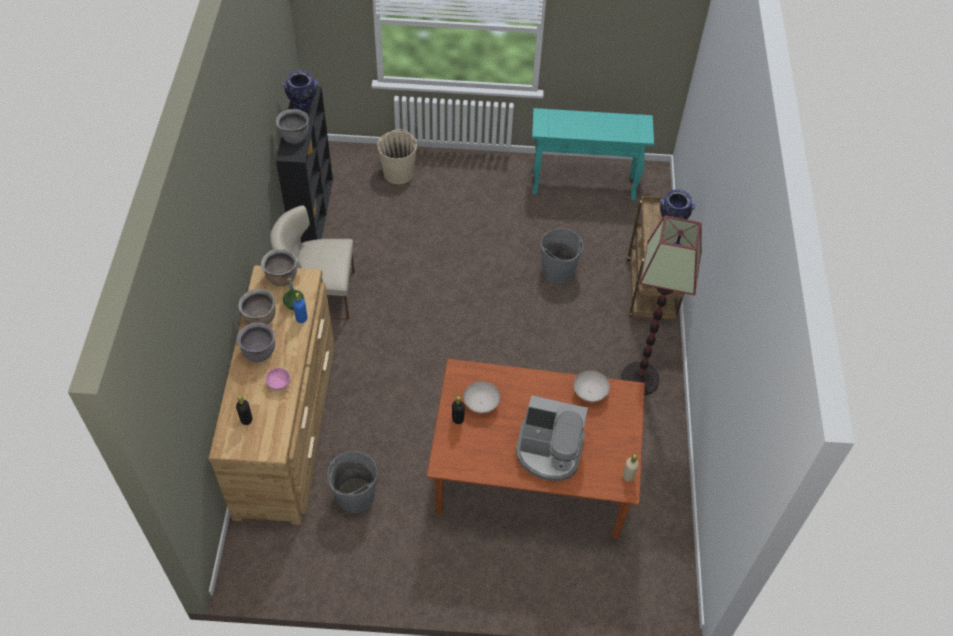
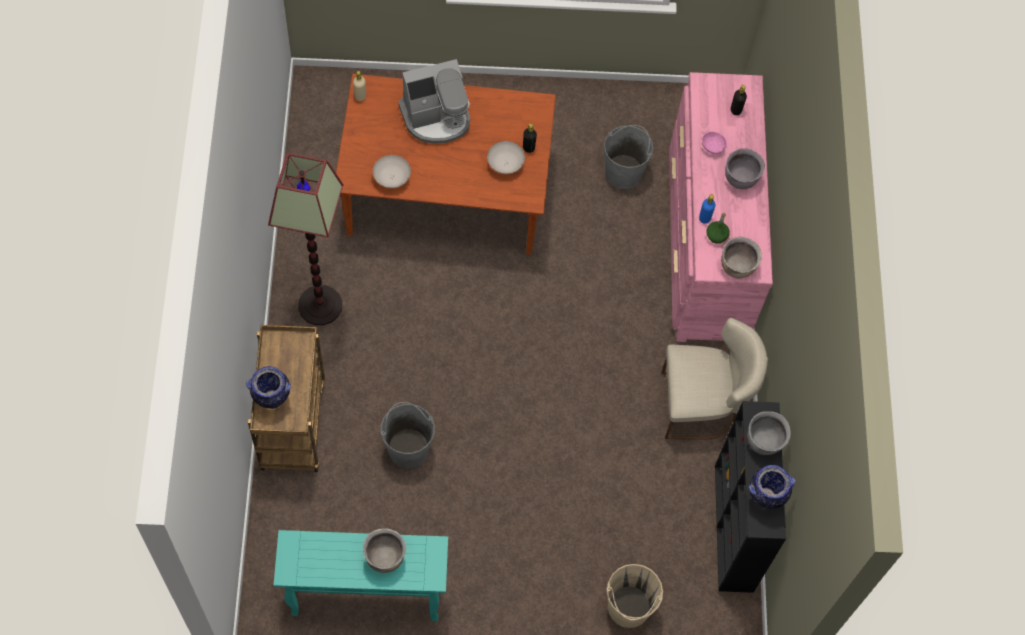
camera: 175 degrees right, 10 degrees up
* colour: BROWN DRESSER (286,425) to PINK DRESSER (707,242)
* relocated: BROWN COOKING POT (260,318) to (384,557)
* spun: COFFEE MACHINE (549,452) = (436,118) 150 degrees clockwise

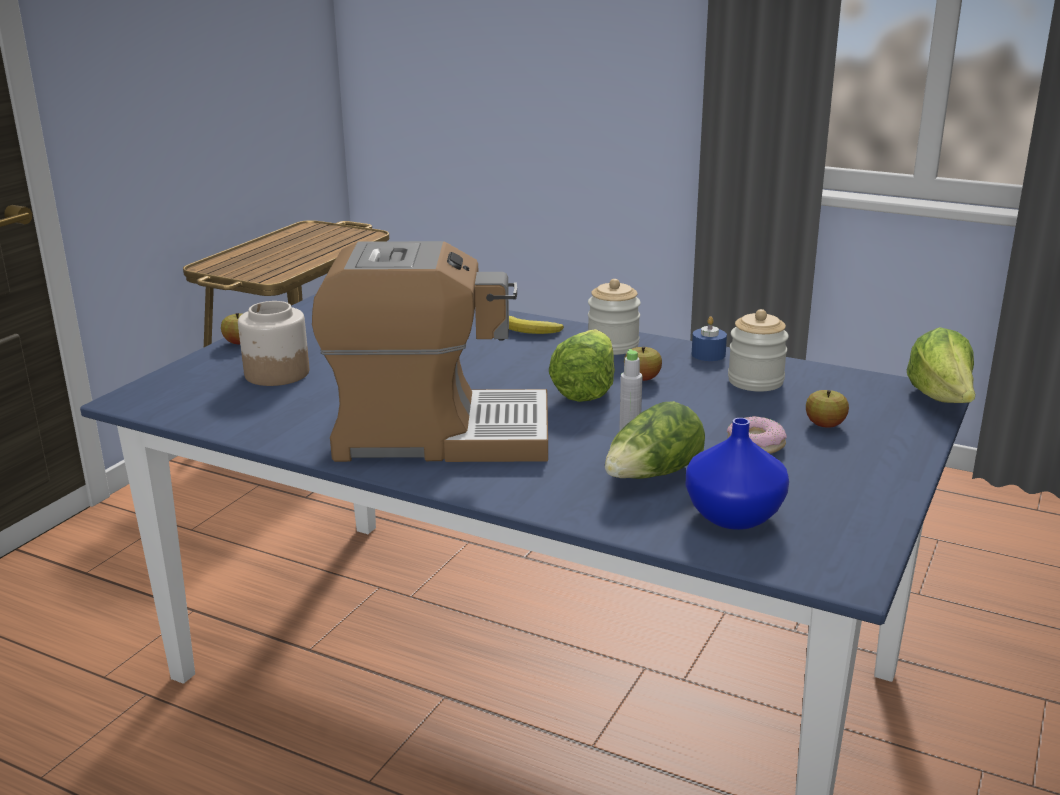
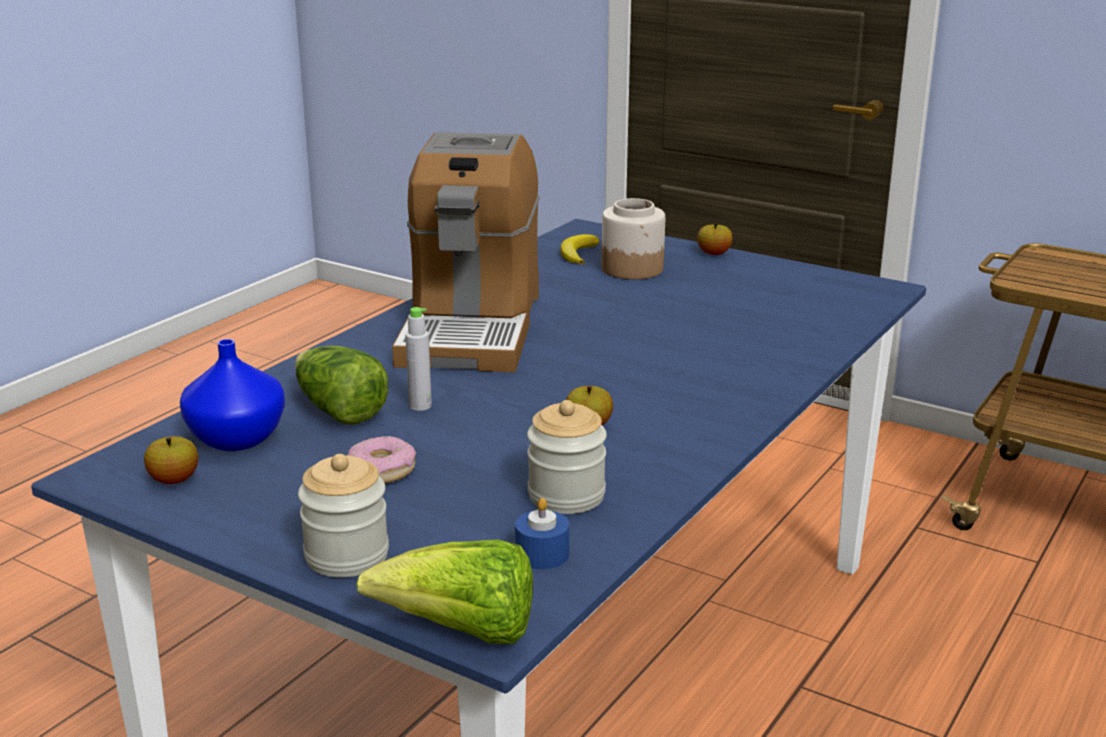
camera: 95 degrees right, 0 degrees up
* relocated: JAR (613,346) to (347,556)
* relocated: BANANA (532,330) to (578,254)
* relocated: BLUE CANDLE (708,354) to (542,554)
* missing: LETTUCE (585,389)
* relocated: APPLE (825,425) to (174,480)

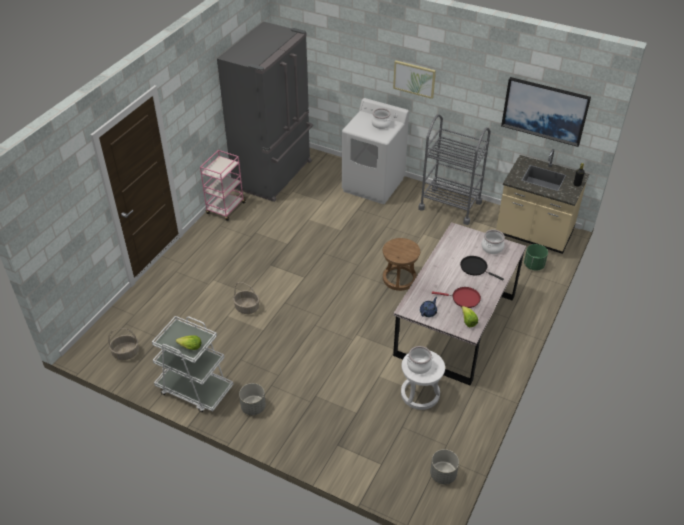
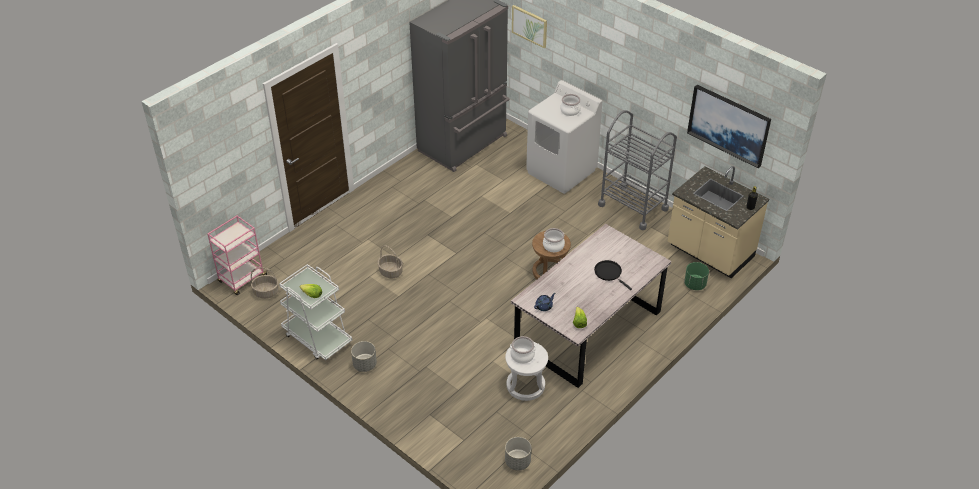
camera: 15 degrees right, 0 degrees up
* relocated: PICTURE (414,79) to (529,26)
* relocated: PINK CART (225,208) to (242,279)
* relocated: COOKING POT (492,248) to (553,246)
* missing: RED FRYING PAN (463,299)

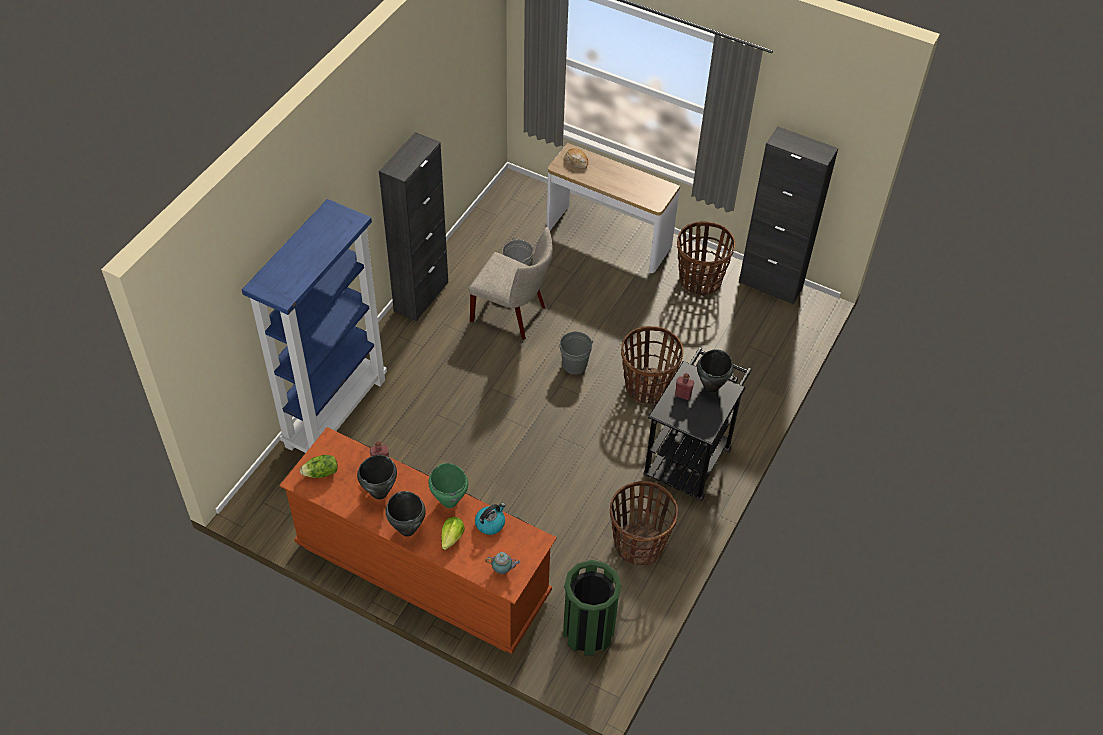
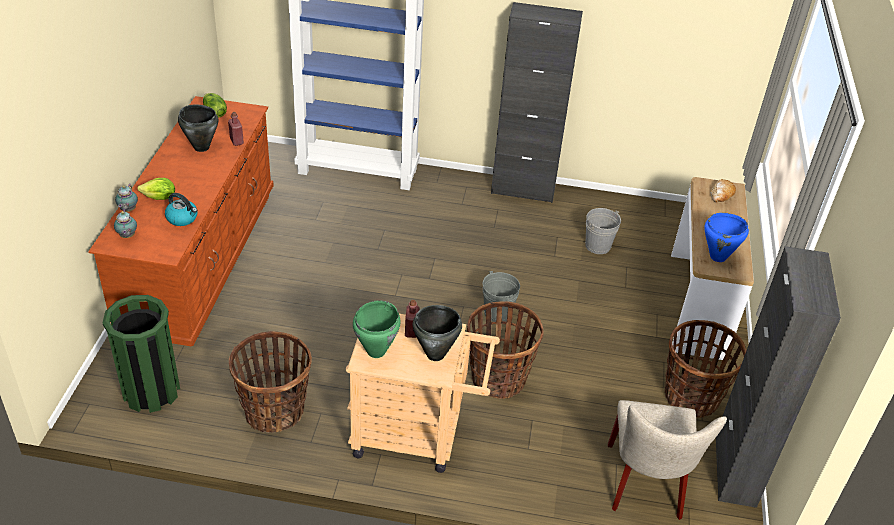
camera: 70 degrees right, 10 degrees down
* relocated: BEIGE CHAIR (513,314) to (646,486)
* colour: BLACK CART (690,455) to BEIGE CART (416,435)
* relocated: GREEN COOKING POT (449,501) to (376,351)
* missing: BLACK COOKING POT (407,530)
* appeared: TEAPOT (128,210)
* appeared: BLUE COOKING POT (718,257)

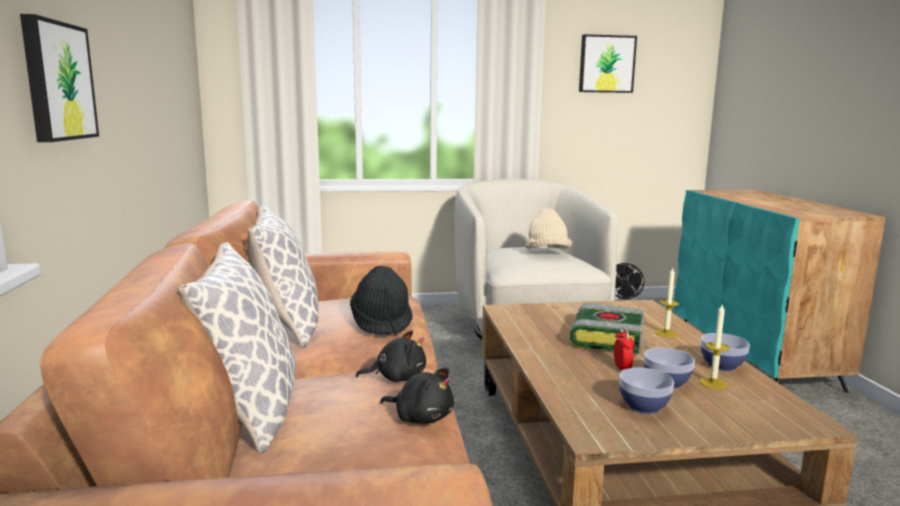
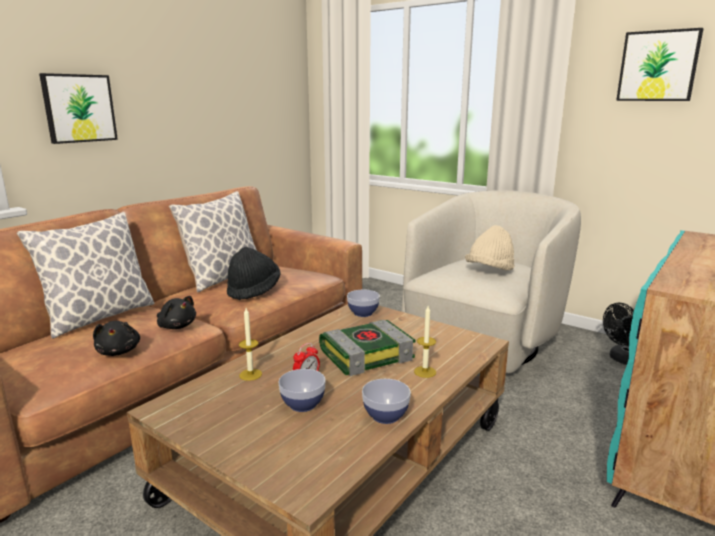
camera: 45 degrees right, 5 degrees up
* relocated: CANDLE (713,383) to (250,374)
* relocated: BOWL (644,407) to (363,313)

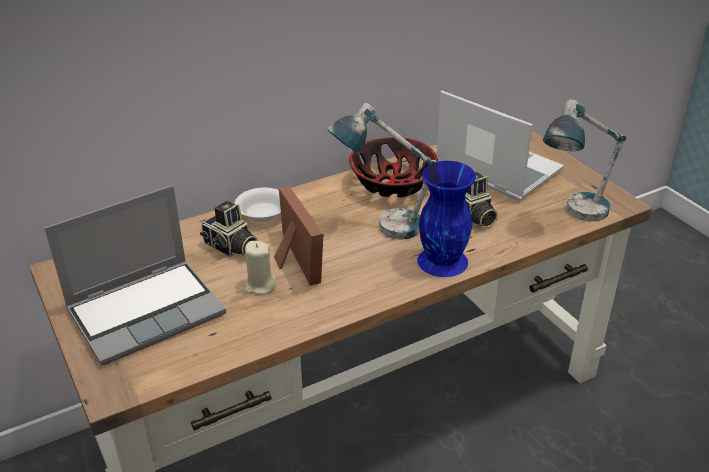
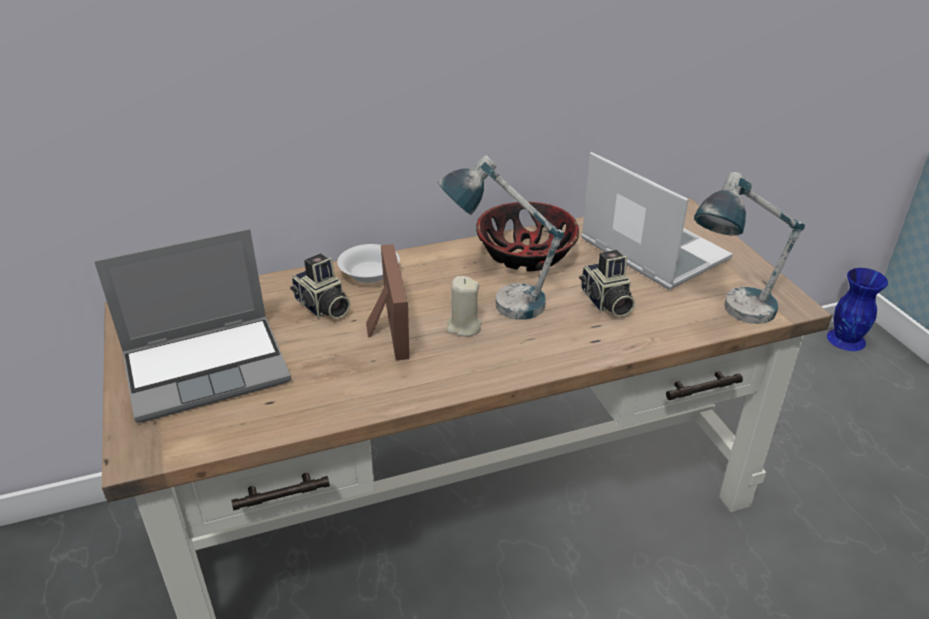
camera: 10 degrees right, 0 degrees up
* relocated: BLUE VASE (443,260) to (846,339)
* relocated: BEIGE CANDLE (260,286) to (464,327)

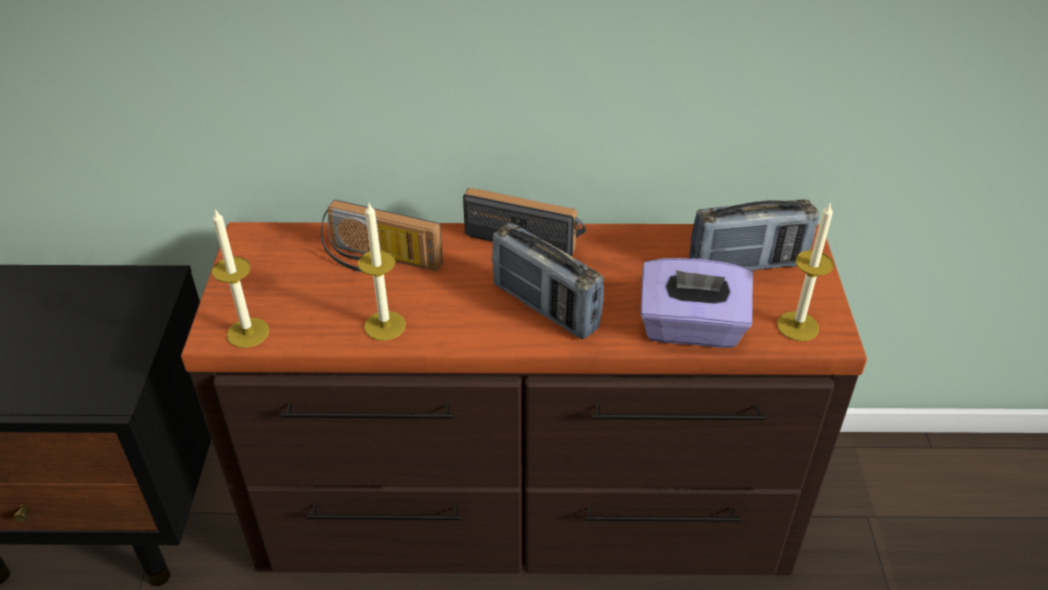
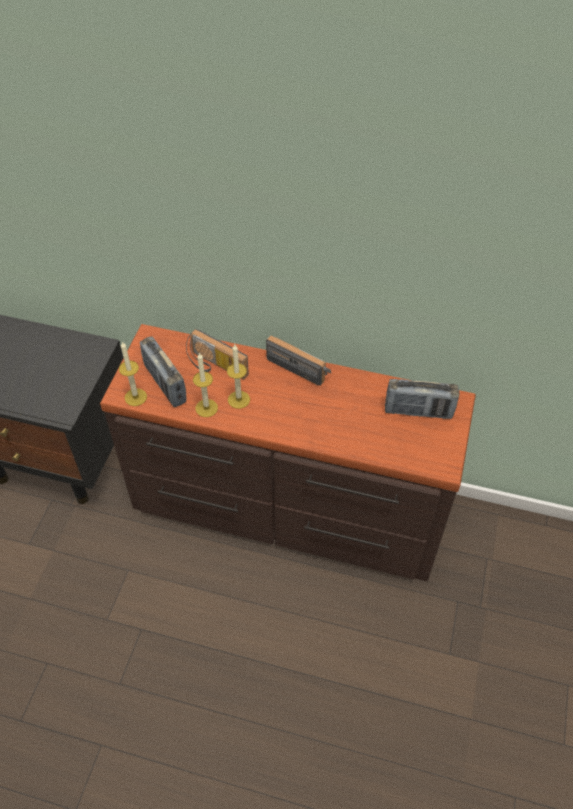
camera: 15 degrees right, 10 degrees up
* relocated: CANDLE (797,326) to (239,399)
* relocated: RADIO (545,307) to (165,384)
* missing: PURPLE TISSUE BOX (691,328)

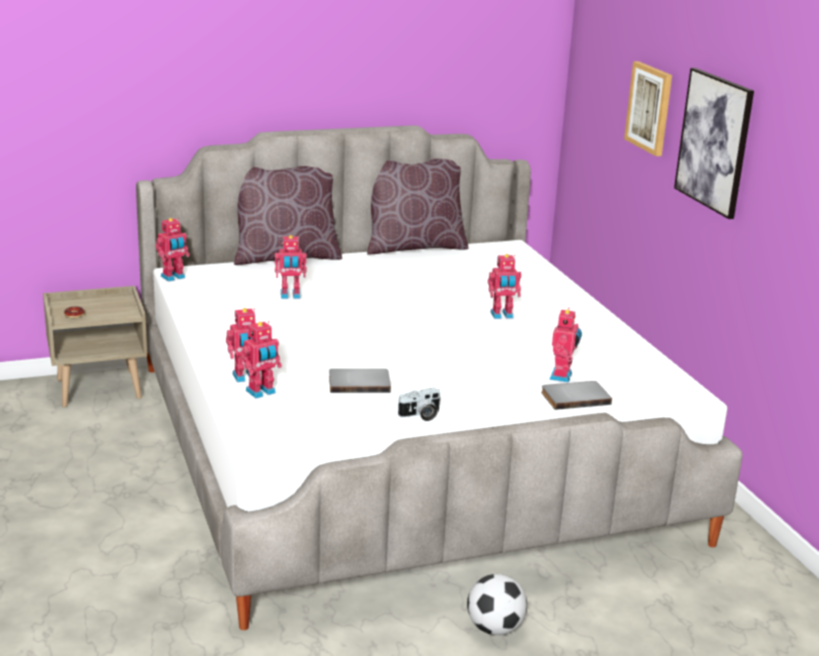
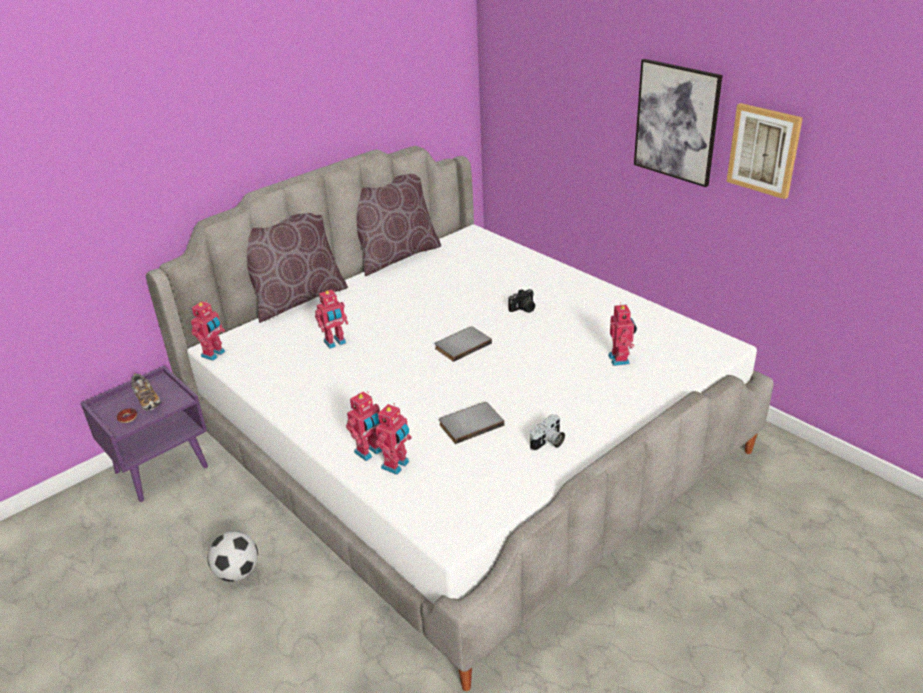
camera: 20 degrees left, 10 degrees up
* relocated: PICTURE (650,108) to (764,150)
* exchanged: TOY ROBOT (502,315) to PHOTO CAMERA (523,309)
* colour: BEIGE NIGHTSTAND (100,388) to PURPLE NIGHTSTAND (162,468)
* relocated: GREY BOOK (574,397) to (461,345)
* relocated: FOOTBALL (495,628) to (237,572)
* appeared: SHOE (147,400)

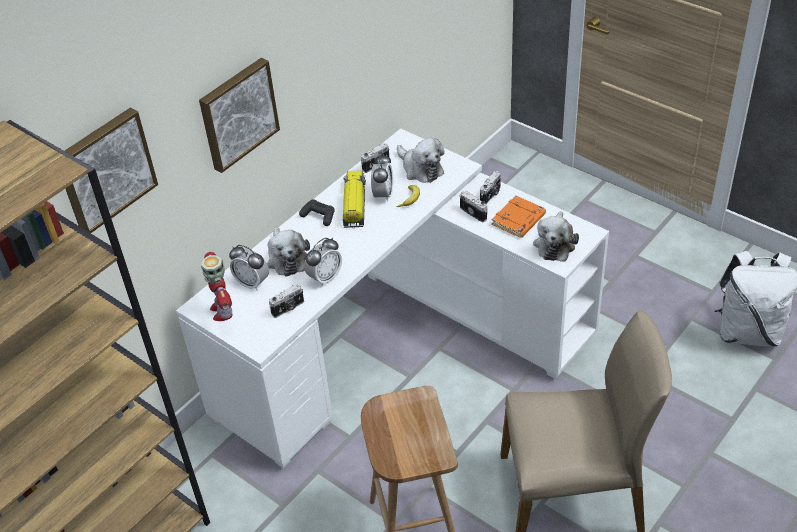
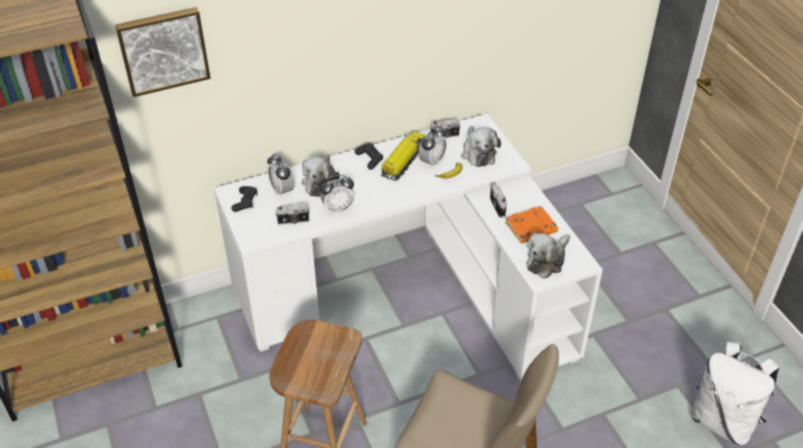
camera: 25 degrees right, 0 degrees up
* missing: PICTURE (237,113)
* missing: PHOTO CAMERA (491,195)
* exchanged: TOY ROBOT (222,310) to BLACK GAME CONTROLLER (245,202)

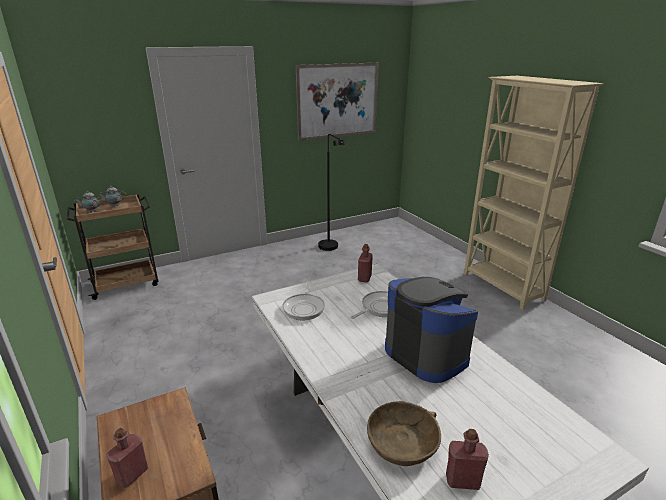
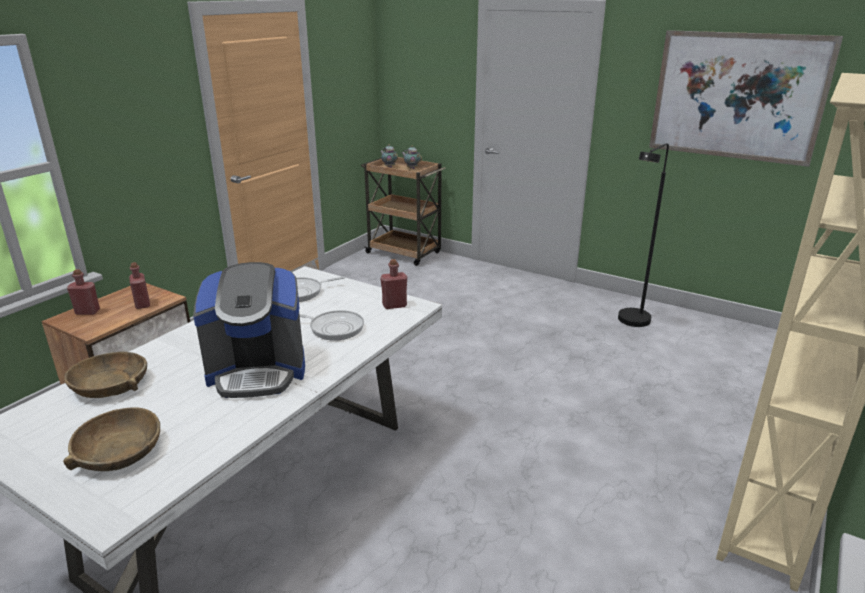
camera: 60 degrees right, 0 degrees up
* spun: COFFEE MACHINE (426,353) = (258,372) 60 degrees clockwise
* relocated: RED BOTTLE (462,481) to (142,304)
* appeared: BROWN BOWL (119,452)

